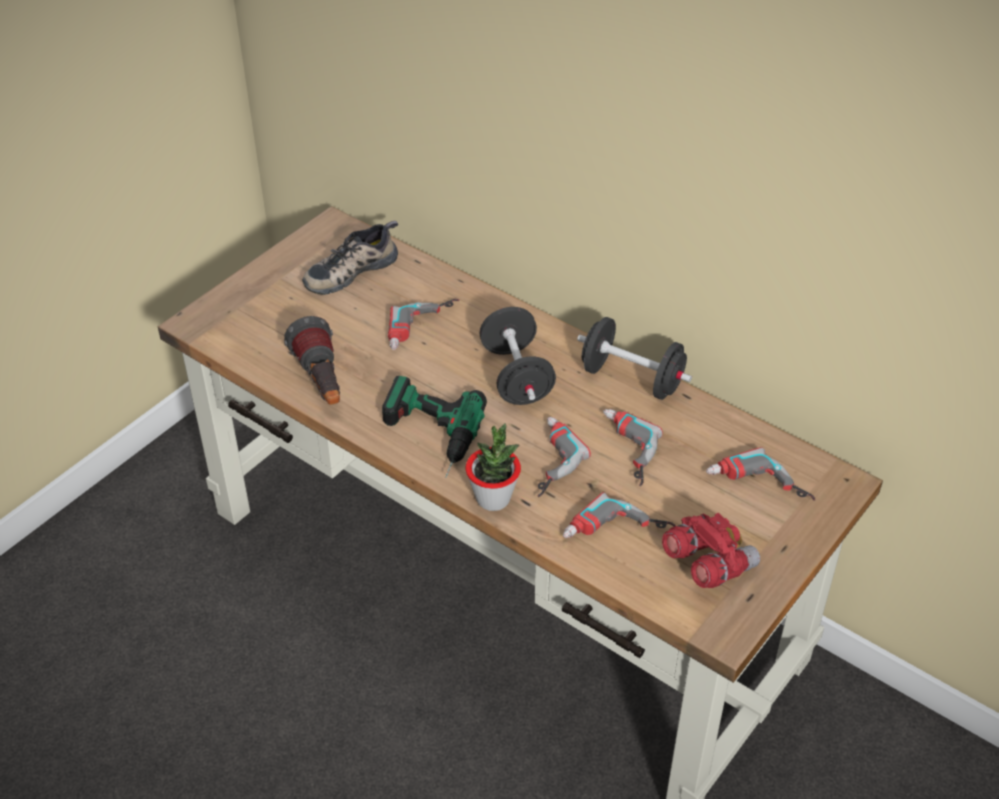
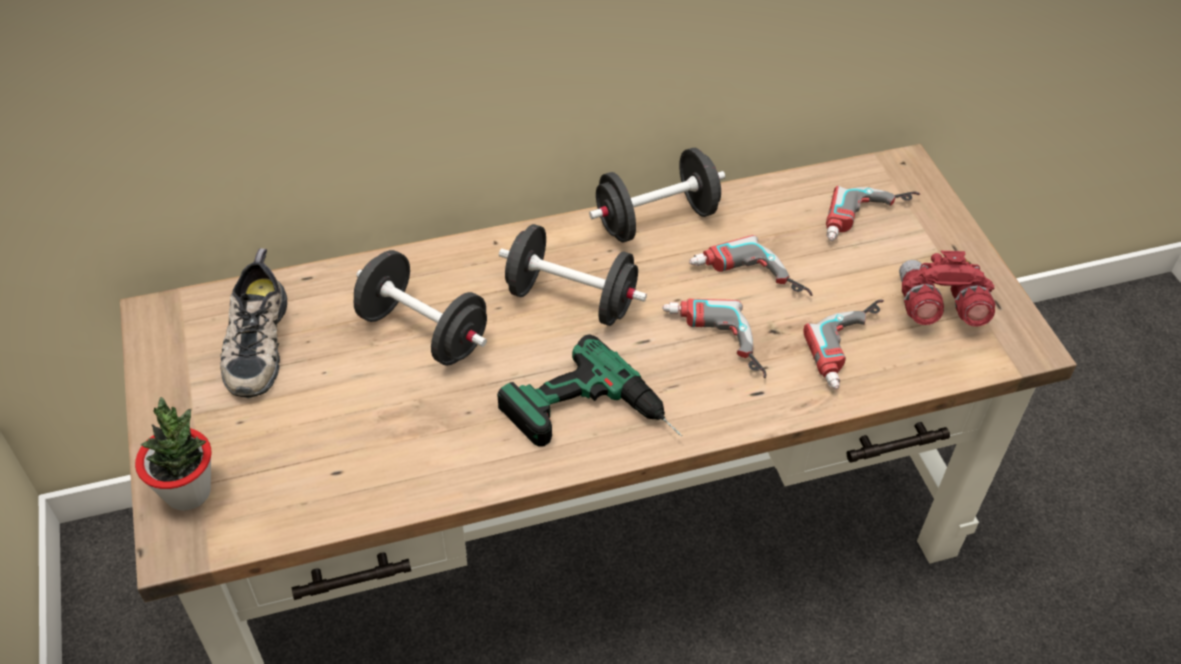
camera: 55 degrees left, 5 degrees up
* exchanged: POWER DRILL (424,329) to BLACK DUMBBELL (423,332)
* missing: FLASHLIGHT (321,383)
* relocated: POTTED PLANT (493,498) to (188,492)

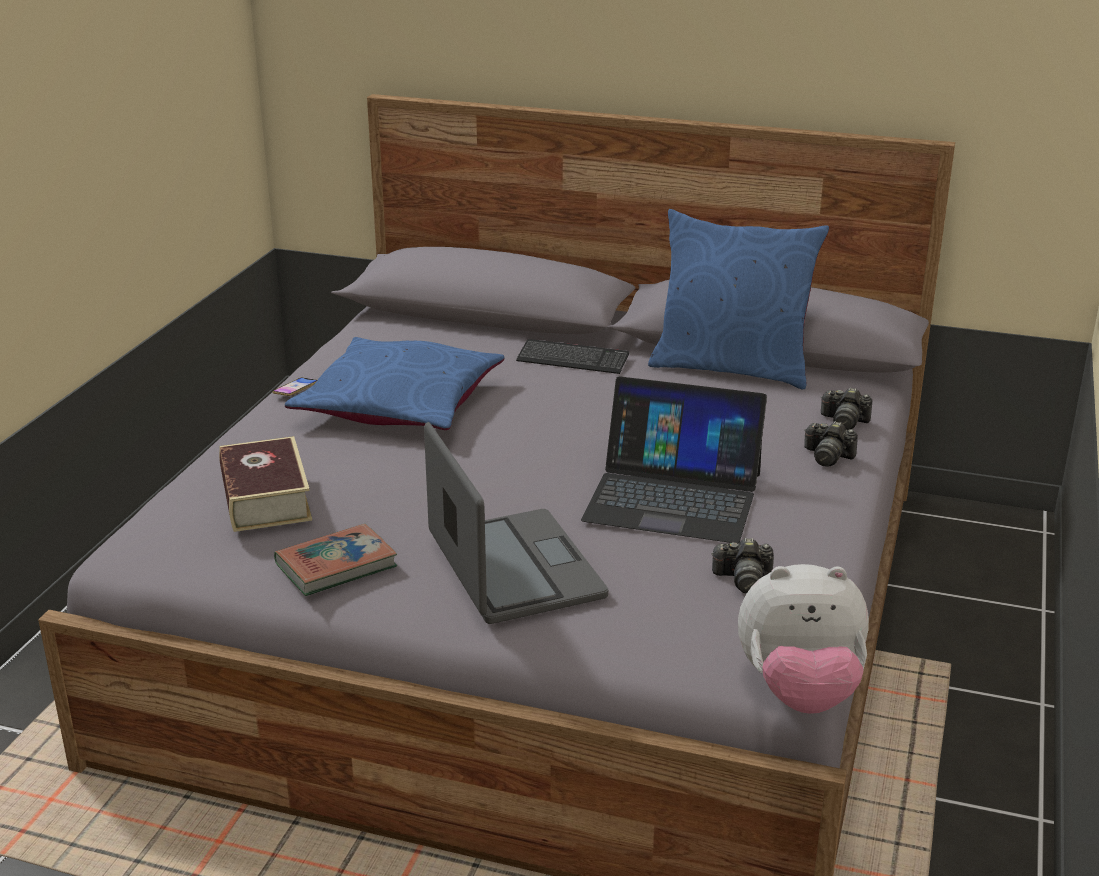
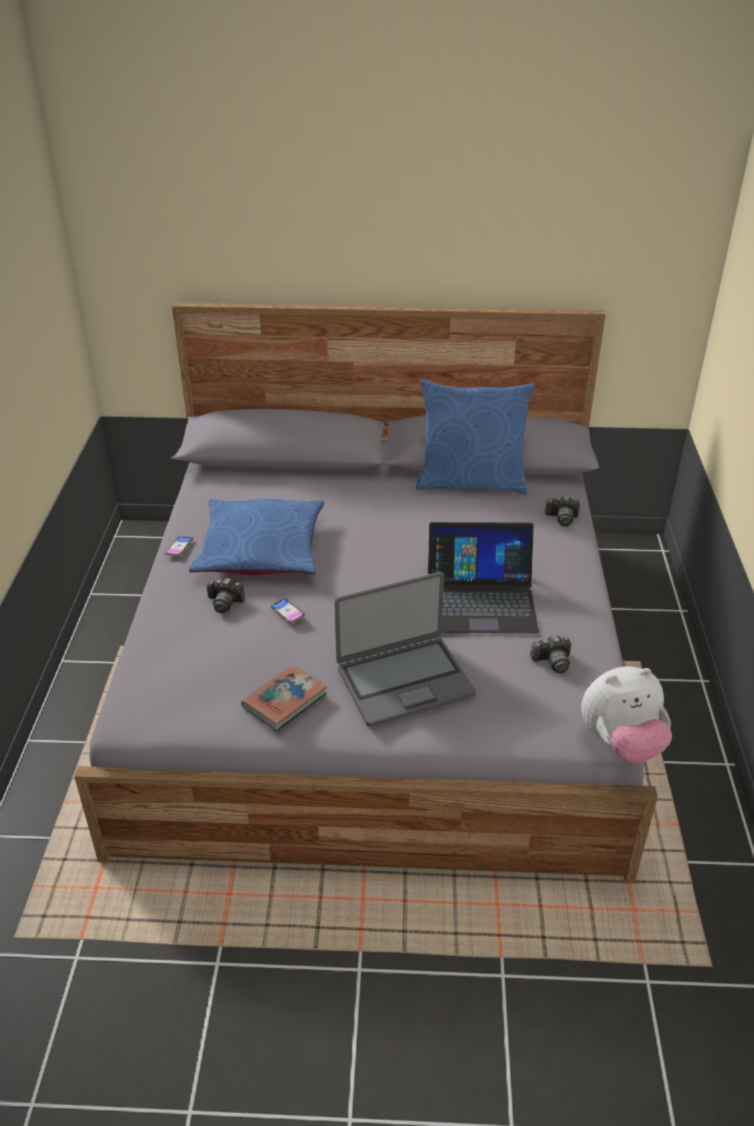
camera: 15 degrees left, 10 degrees up
* missing: KEYBOARD (573,359)
* relocated: PHOTO CAMERA (828,457) to (225,602)
* spun: LAPTOP (513,569) = (404,681) 105 degrees clockwise
* missing: BOOK (265,498)
* appeared: PHONE (287,613)

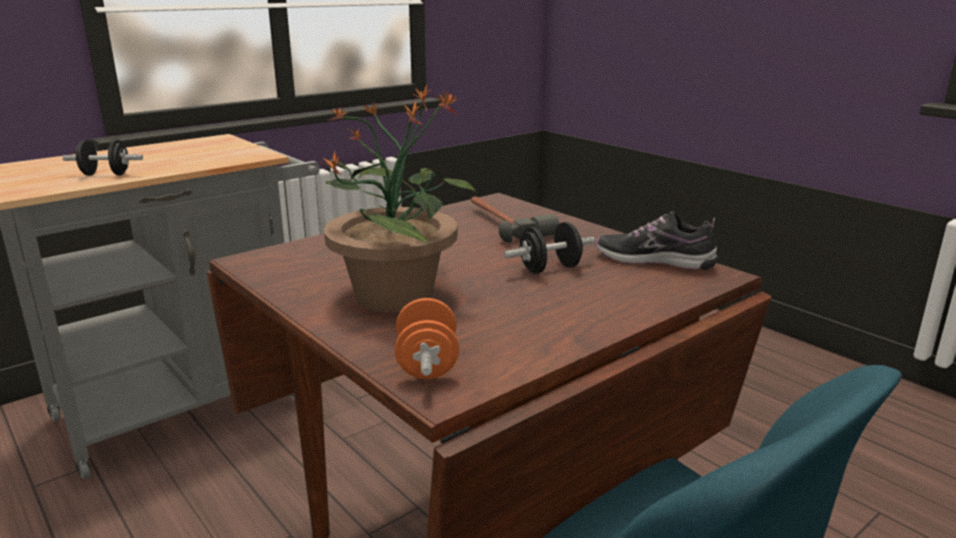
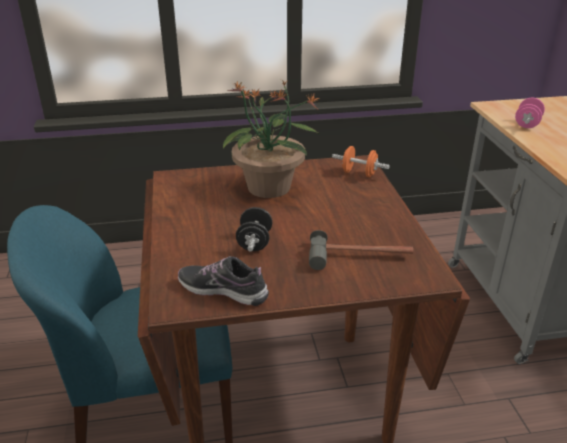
camera: 120 degrees right, 10 degrees up
* colour: BLACK DUMBBELL (106,175) to PINK DUMBBELL (527,124)
* spun: SHOE (654,260) = (223,290) 120 degrees counterclockwise
* relocated: ORANGE DUMBBELL (427,365) to (359,173)

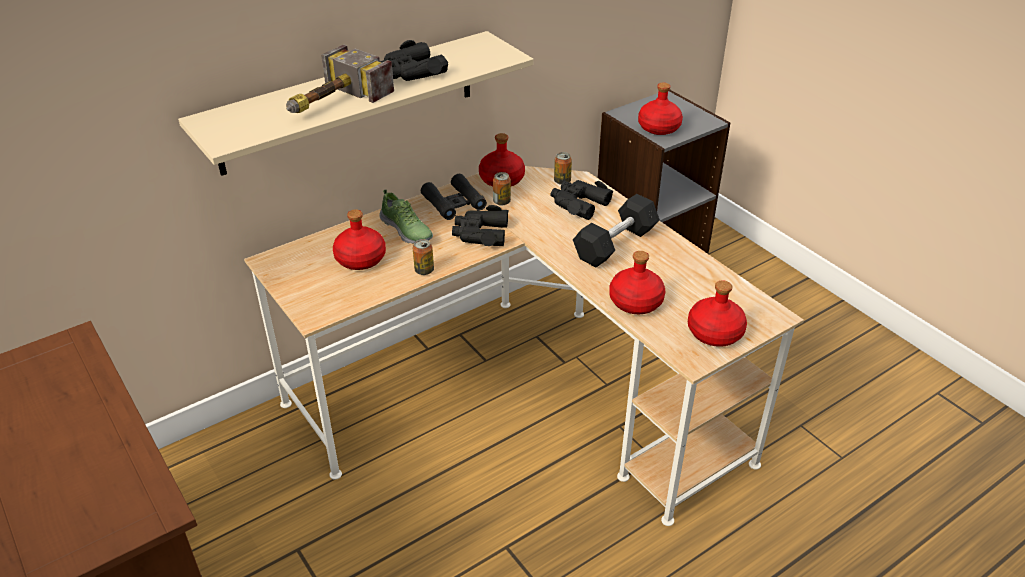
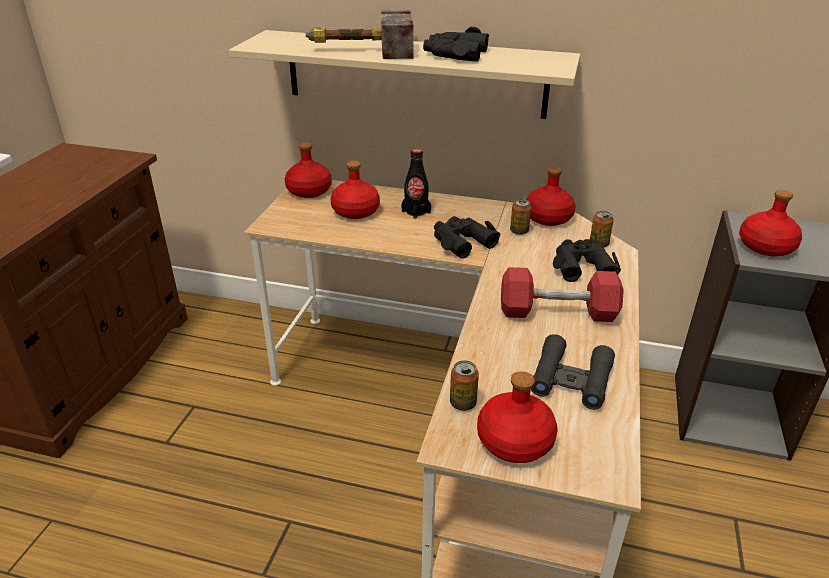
camera: 50 degrees right, 5 degrees down
* relocated: BLACK BINOCULARS (454,203) to (571,379)
* exchanged: SHOE (407,230) to BLACK BOTTLE (416,212)
* colour: BLACK DUMBBELL (615,244) to RED DUMBBELL (557,312)
* relocated: CAN (424,270) to (463,403)
* relocated: RED BOTTLE (636,302) to (309,191)

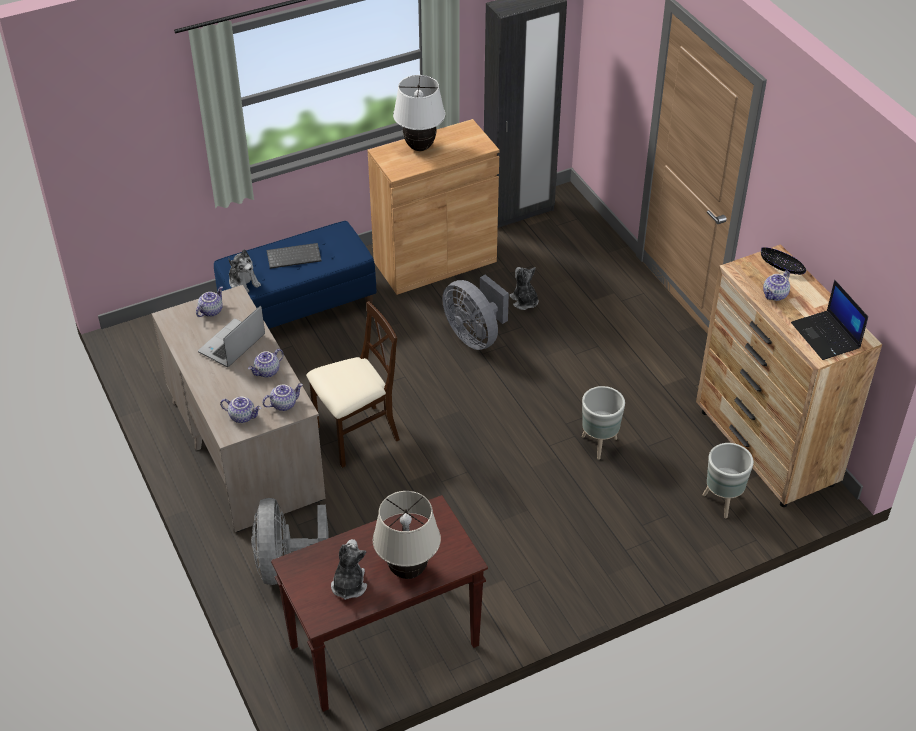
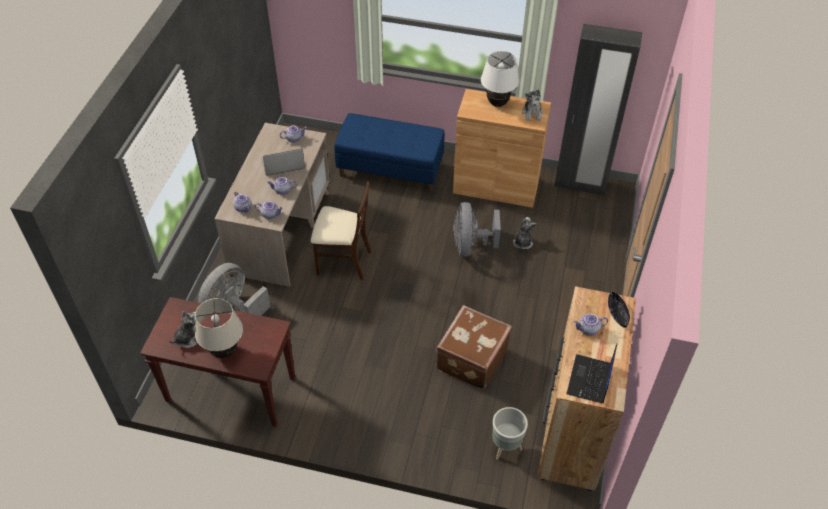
camera: 40 degrees right, 5 degrees up
* missing: KEYBOARD (294,256)
* relocated: PLUSH TOY (244,282) to (532,113)
* exchanged: GREY PLANTER (599,445) to BROWN SUITCASE (470,359)

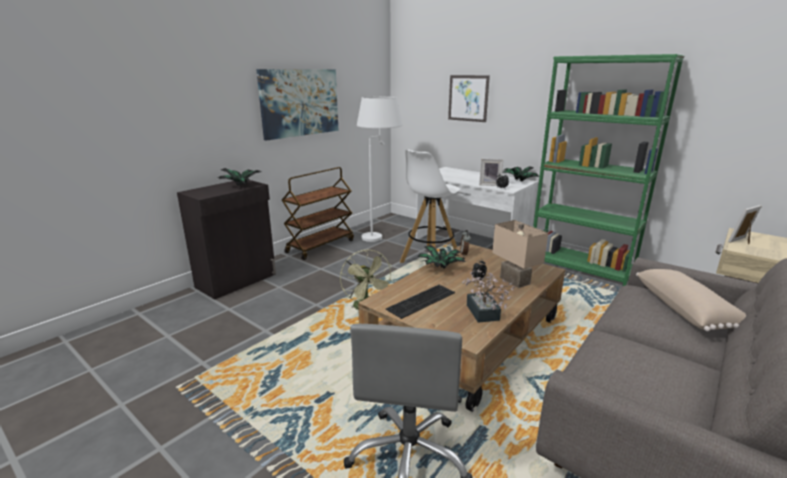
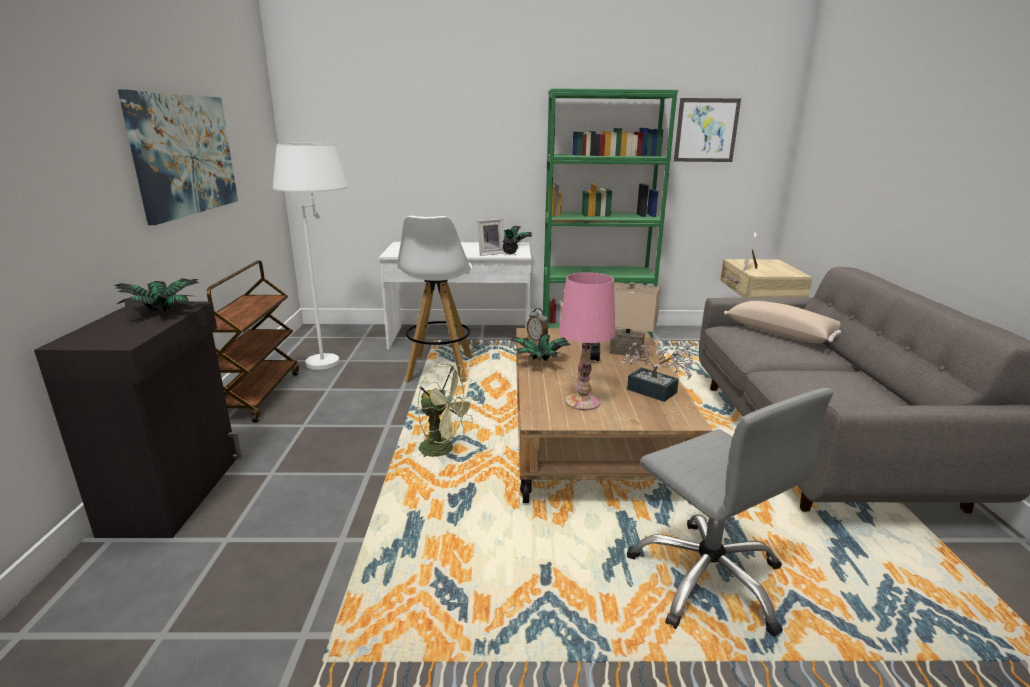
camera: 40 degrees left, 0 degrees up
* relocated: PICTURE (468,98) to (706,130)
* exchanged: KEYBOARD (422,301) to PINK TABLE LAMP (583,402)

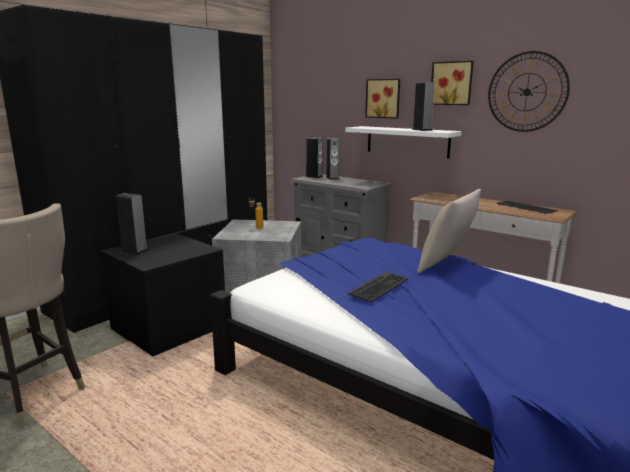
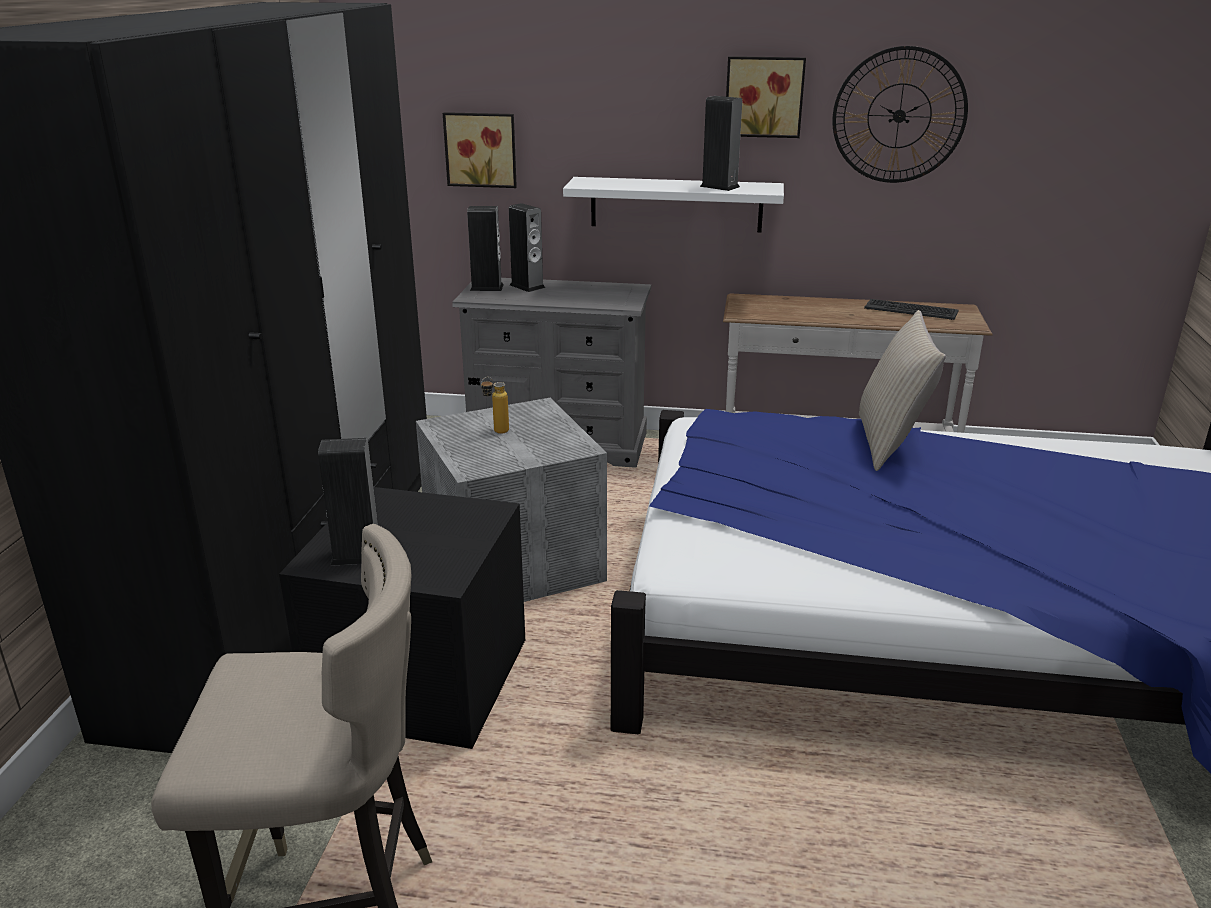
camera: 30 degrees left, 10 degrees up
* relocated: PICTURE (383,98) to (481,149)
* missing: KEYBOARD (379,287)

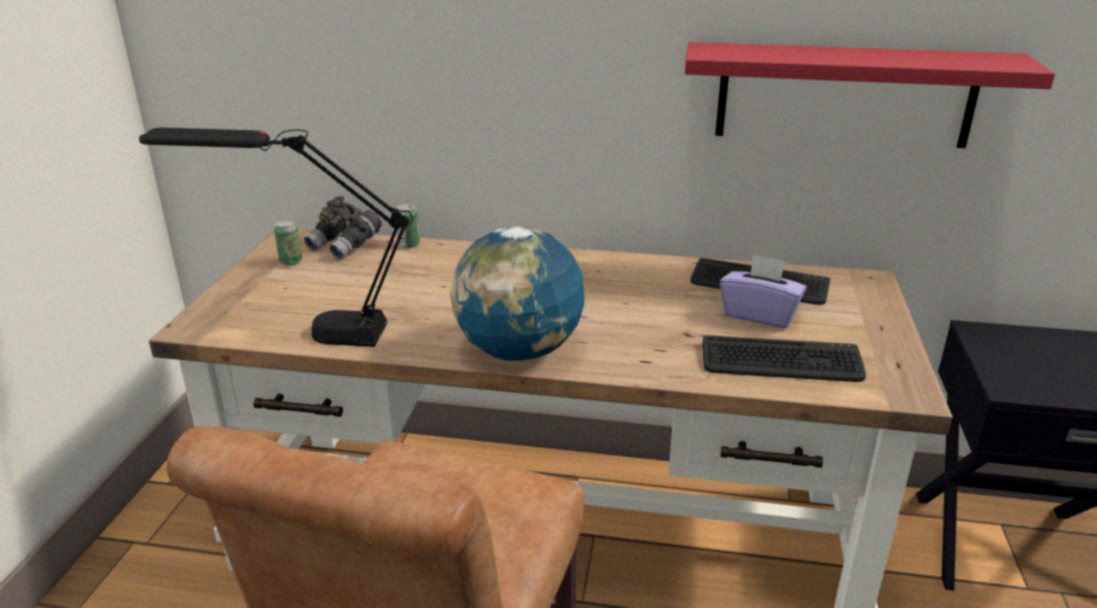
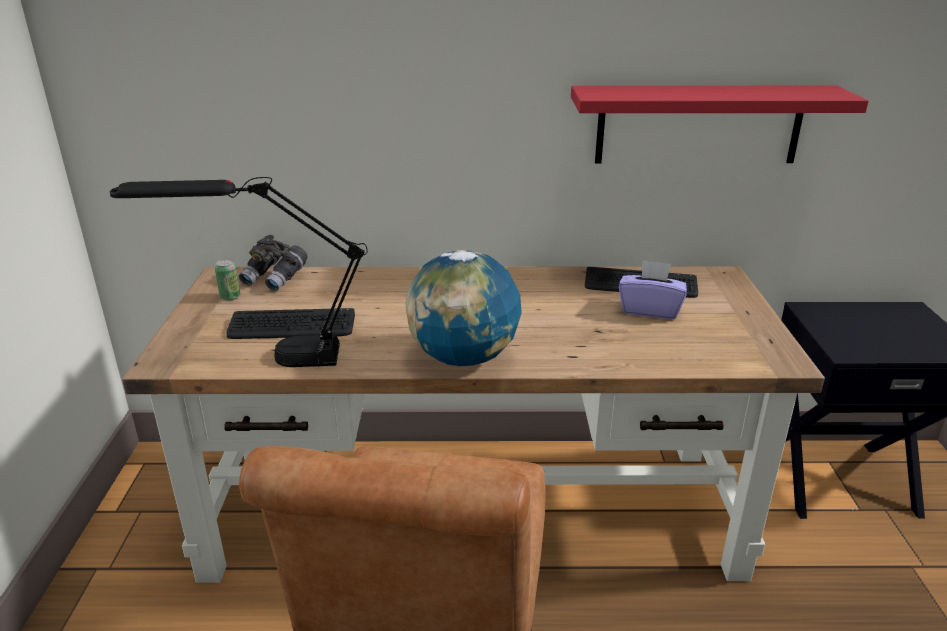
camera: 10 degrees left, 0 degrees up
* missing: CAN (409,244)
* relocated: KEYBOARD (781,362) to (292,326)

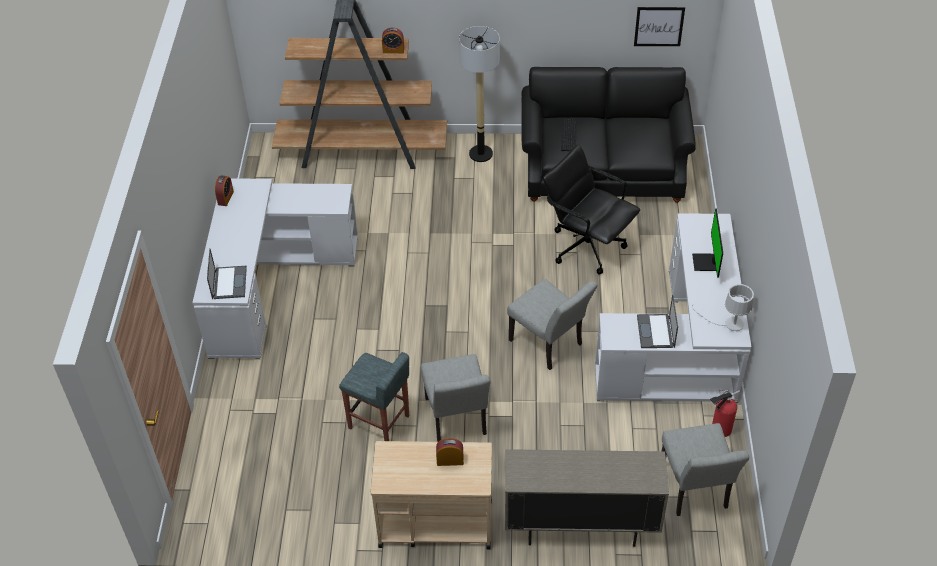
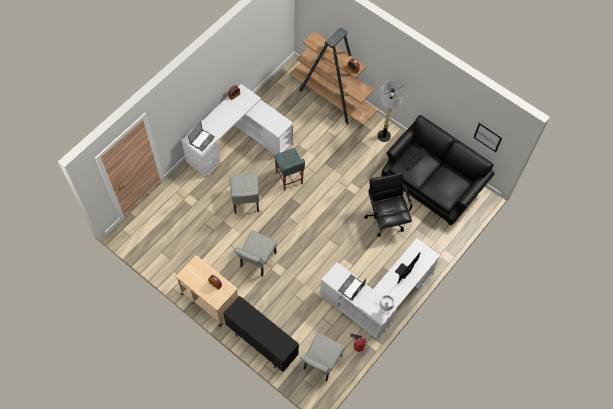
camera: 35 degrees right, 15 degrees up
* relocated: GREY CHAIR (549,345) to (245,203)
* relocated: GREY STOOL (379,422) to (289,178)
* colour: BEIGE CABINET (580,527) to BLACK CABINET (262,344)

